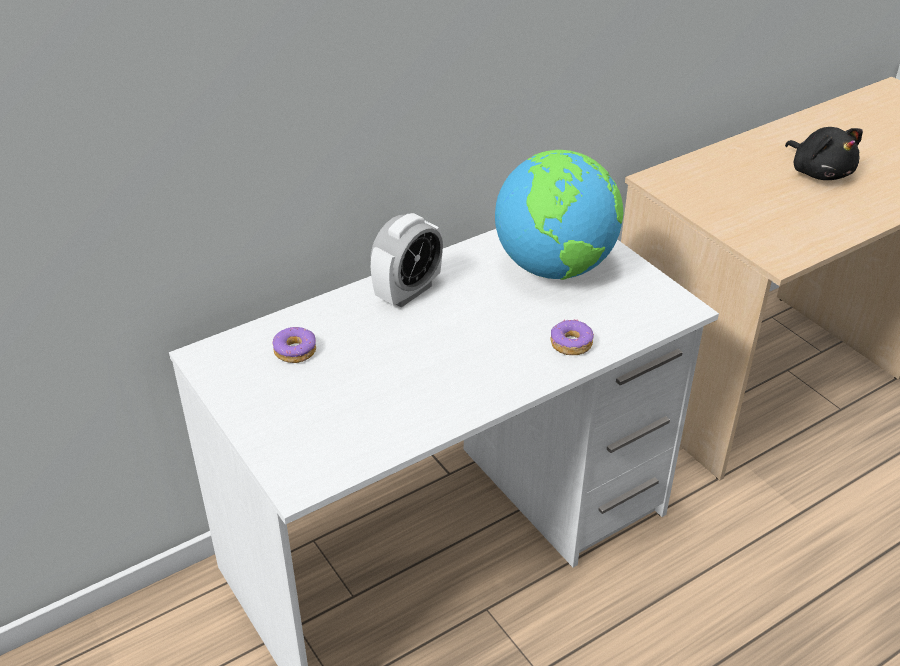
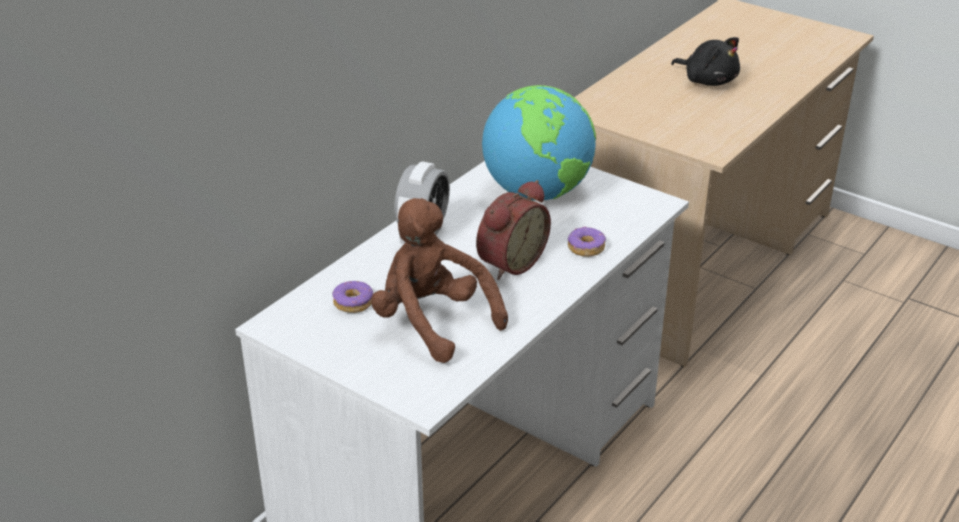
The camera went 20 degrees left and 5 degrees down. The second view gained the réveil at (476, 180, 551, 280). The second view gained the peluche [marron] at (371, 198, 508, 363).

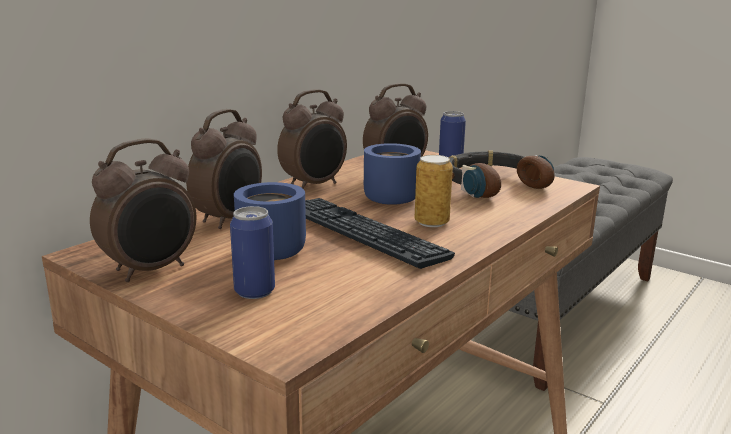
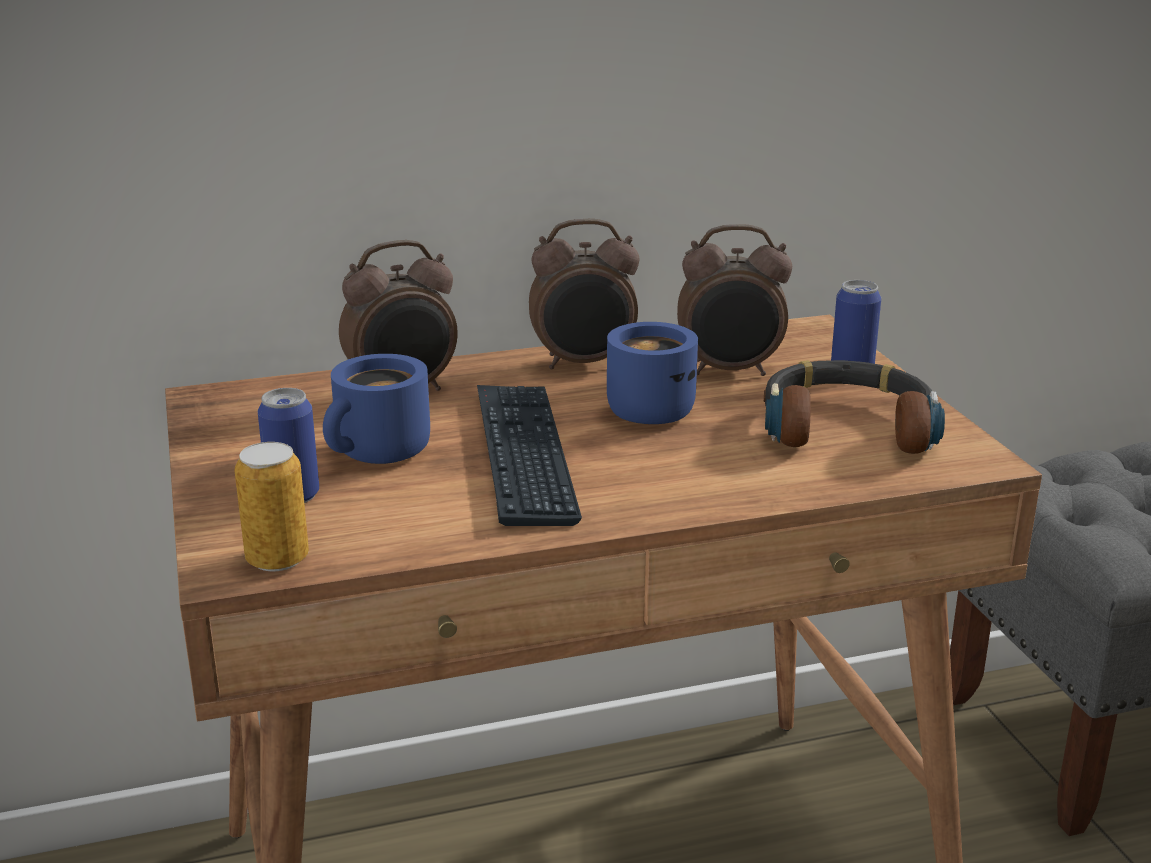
The camera went 35 degrees right and 5 degrees up. The second view lost the réveil at (90, 138, 196, 282). The boîte métallique ended up elsewhere, having gone from (415, 155, 453, 227) to (235, 442, 309, 571).

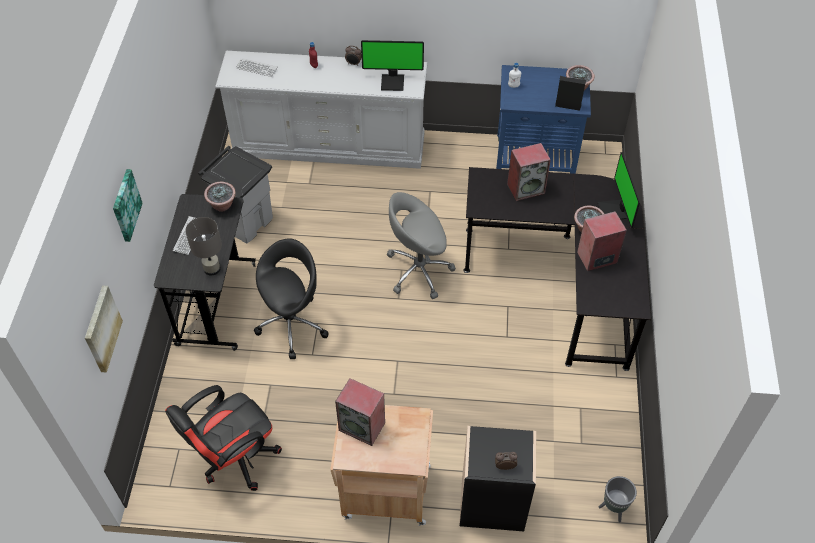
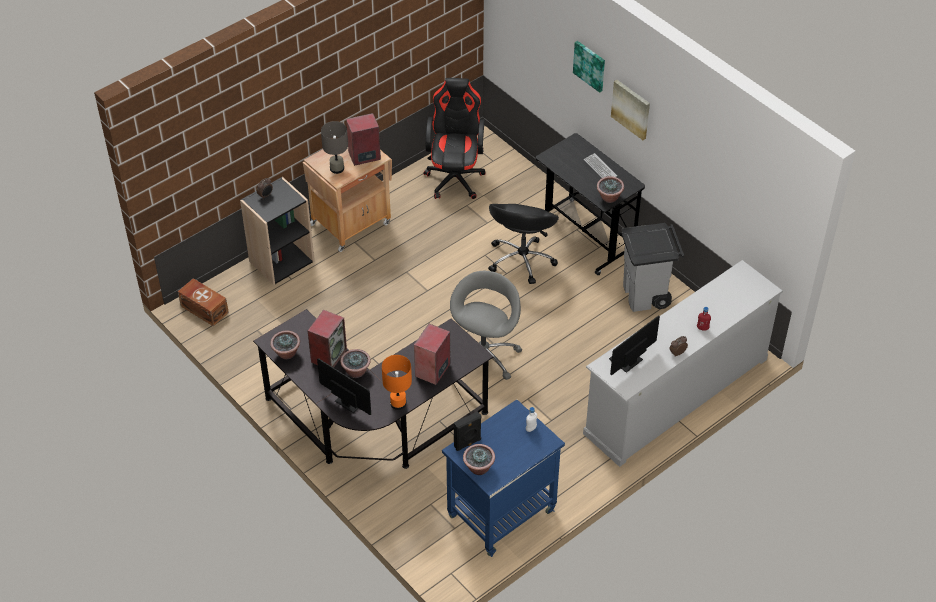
The camera went 135 degrees right and 5 degrees down. The second view lost the clavier at (236, 58, 278, 77). The lampe de table [gris] ended up elsewhere, having gone from (186, 217, 222, 275) to (321, 121, 348, 174). The tableau ended up elsewhere, having gone from (85, 285, 123, 373) to (611, 80, 650, 140). Where the cache-pot [gris] stood at (598, 476, 637, 522), the boîte de rangement [marron] came to stand at (178, 278, 229, 326). The second view gained the plante en pot at (270, 330, 300, 359). The second view gained the lampe de table [orange] at (382, 355, 412, 410).

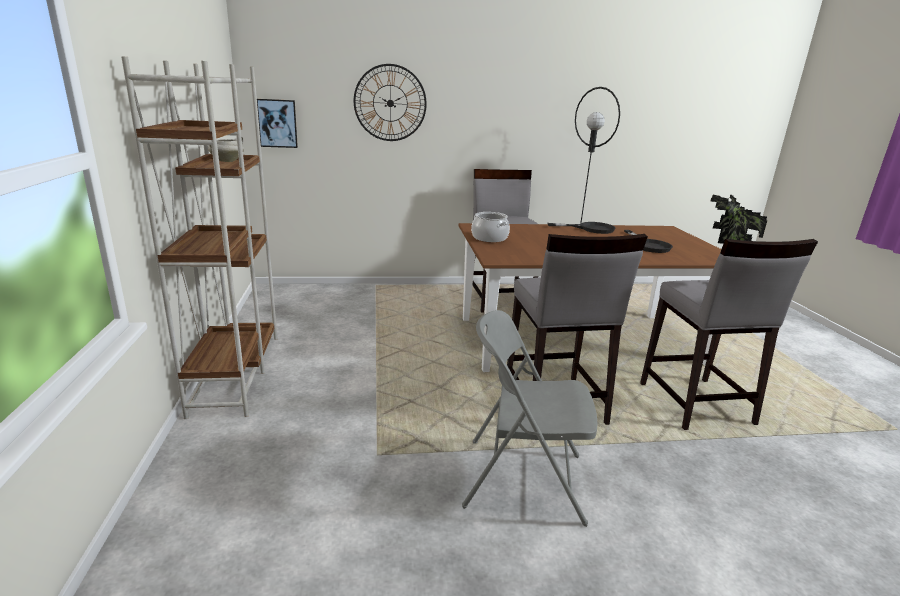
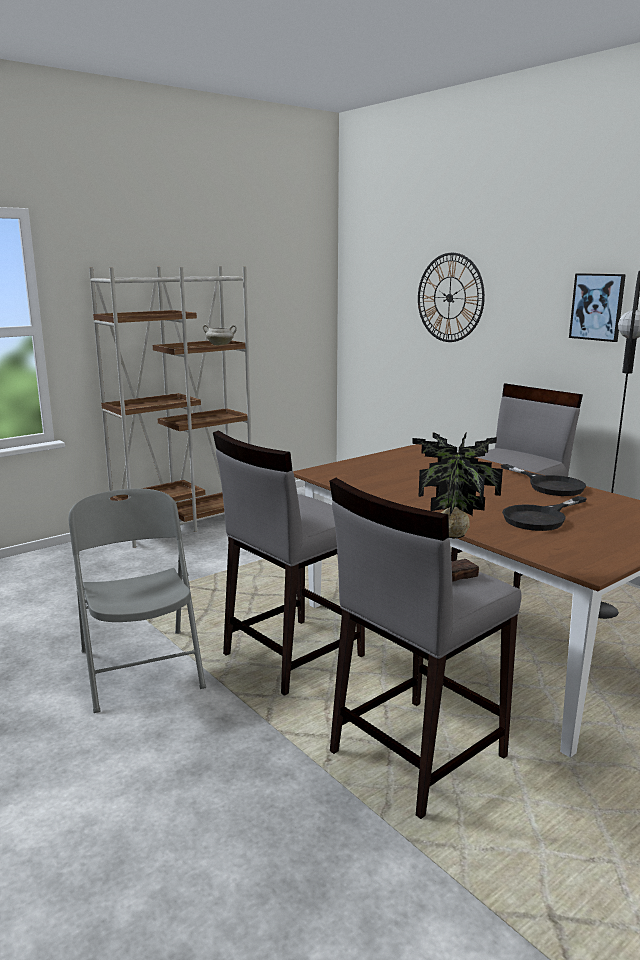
The camera went 60 degrees right and 5 degrees down. The tableau ended up elsewhere, having gone from (257, 99, 298, 148) to (569, 273, 626, 342). The second view lost the marmite at (471, 212, 510, 242).

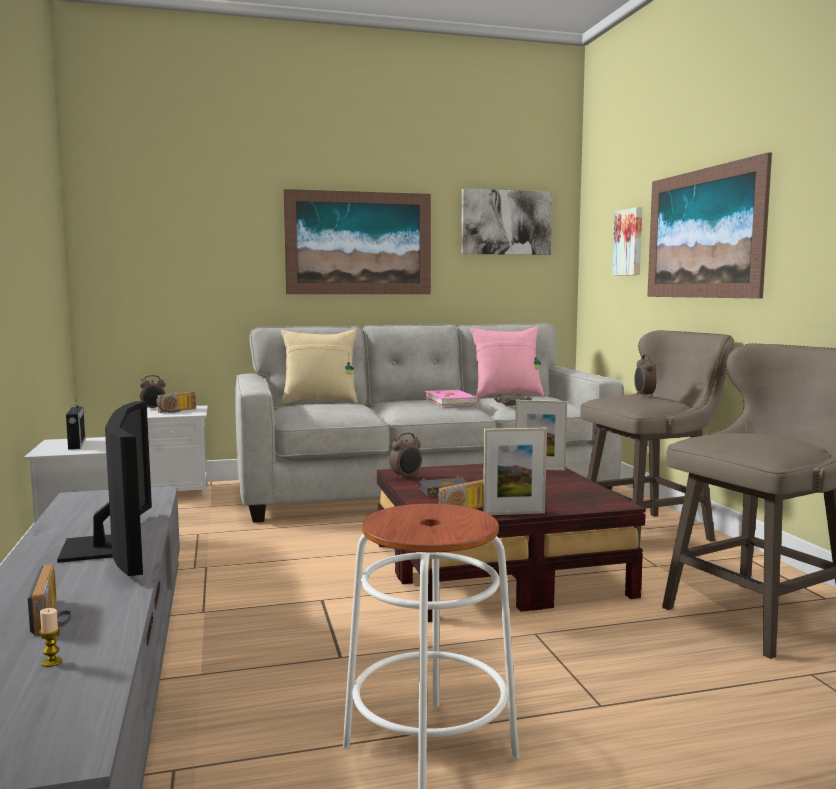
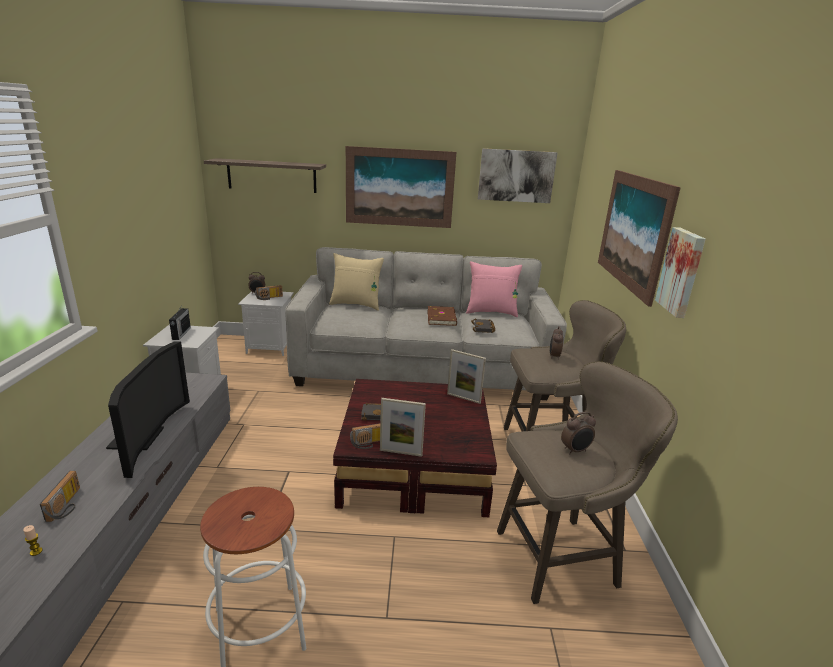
The camera went 15 degrees right and 15 degrees up. The tableau ended up elsewhere, having gone from (612, 207, 643, 276) to (655, 227, 706, 318). What was the livre [rose] at (425, 389, 479, 406) turned into the livre [marron] at (427, 306, 457, 326). The réveil ended up elsewhere, having gone from (389, 433, 422, 480) to (561, 412, 596, 455). The second view gained the étagère at (204, 158, 326, 193).

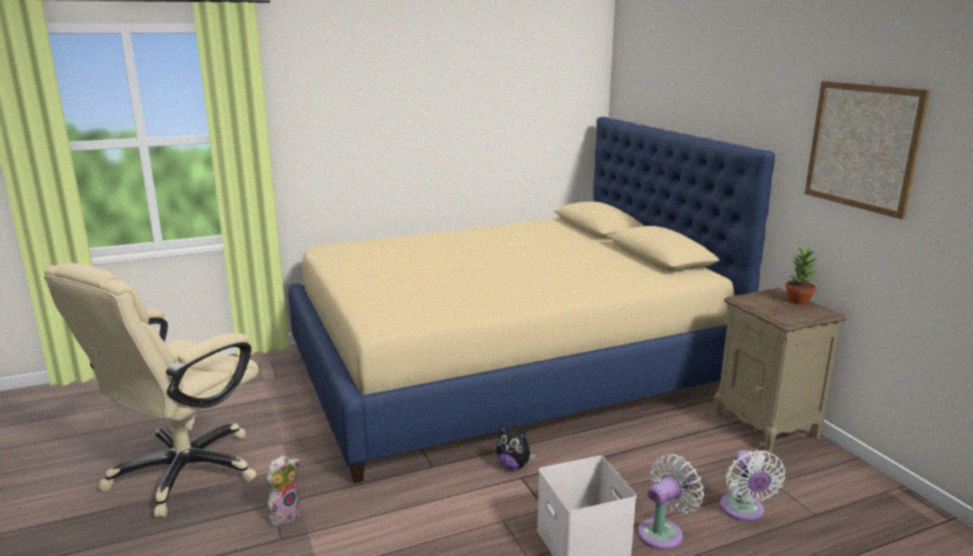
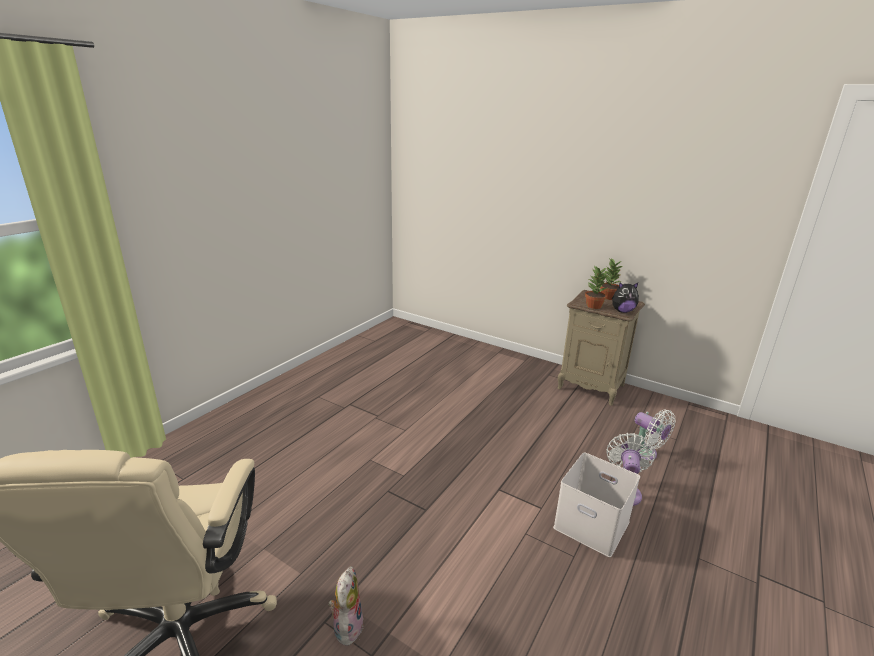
The camera went 35 degrees left and 5 degrees up. The second view lost the tableau at (805, 81, 930, 219). The second view lost the lit [beige] at (288, 117, 775, 483). The peluche ended up elsewhere, having gone from (496, 425, 536, 469) to (612, 282, 639, 313). The second view gained the plante en pot at (585, 265, 608, 309).

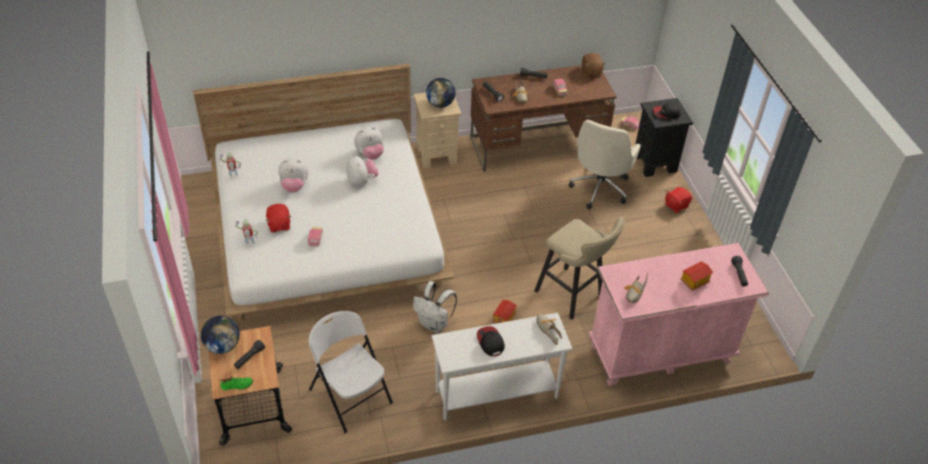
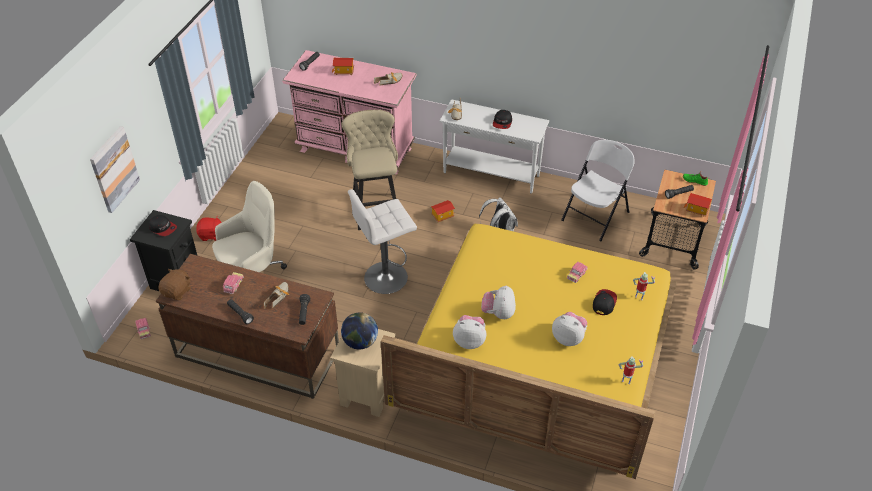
The camera went 145 degrees left and 0 degrees up. What was the lit [blanc] at (193, 63, 454, 322) turned into the lit [jaune] at (381, 224, 677, 479). Where the peluche [rouge] stood at (266, 204, 291, 232), the casquette came to stand at (593, 289, 617, 315). The chaise [blanc] at (309, 311, 393, 433) ended up facing another way, 135 degrees counterclockwise from before. Where the globe stood at (201, 316, 240, 354), the maison miniature came to stand at (684, 193, 712, 217). The second view gained the tableau at (90, 126, 140, 213). The second view gained the tabouret [blanc] at (348, 189, 417, 294).

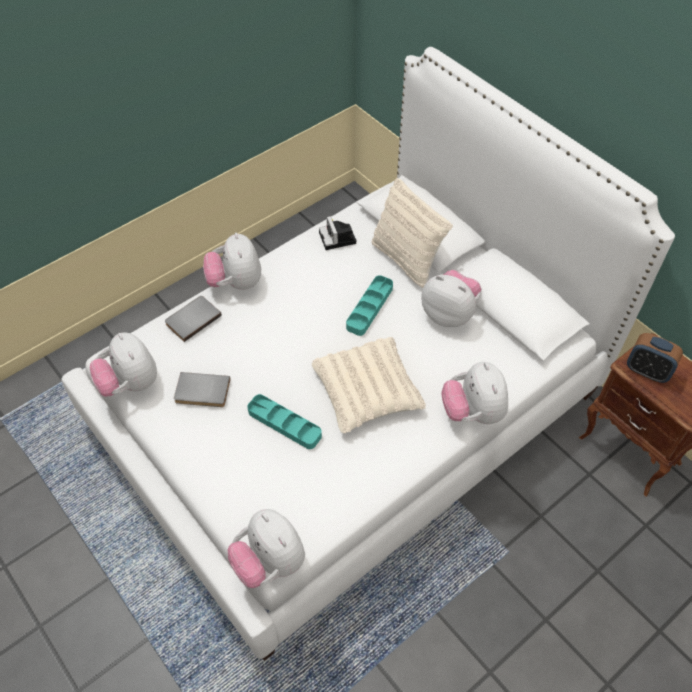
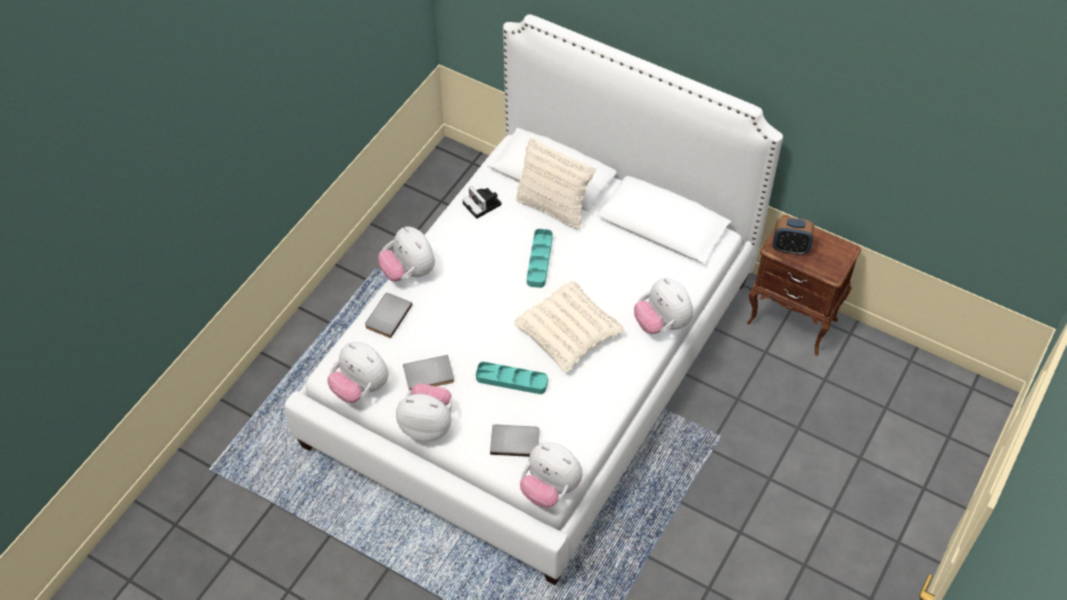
The camera went 20 degrees left and 0 degrees up. The peluche ended up elsewhere, having gone from (421, 270, 481, 327) to (396, 383, 452, 442). The second view gained the livre [gris] at (490, 425, 540, 457).

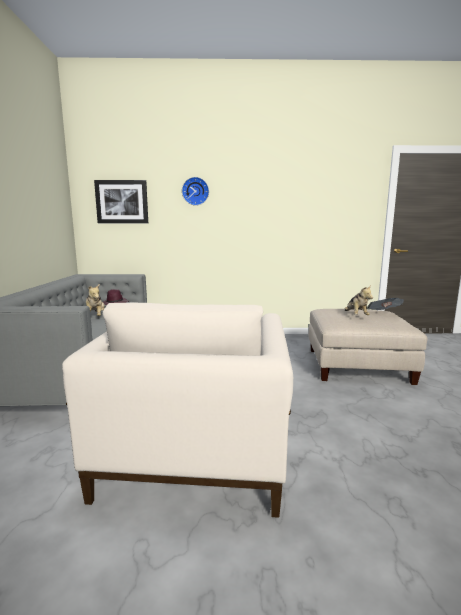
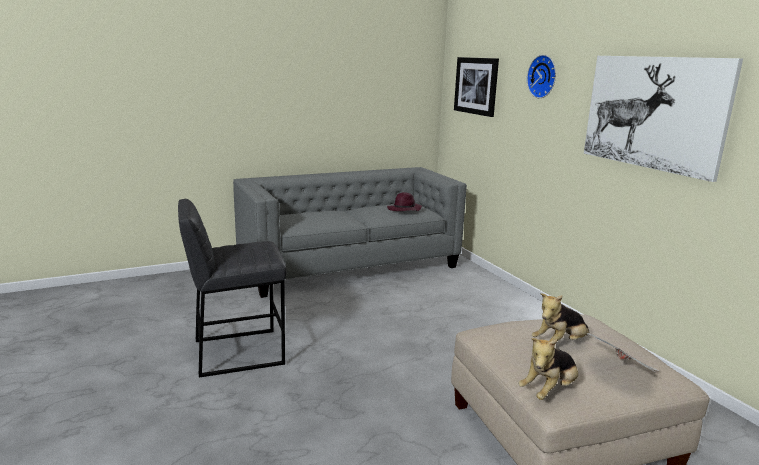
The camera went 65 degrees right and 5 degrees up. The peluche ended up elsewhere, having gone from (86, 284, 105, 316) to (518, 338, 578, 400). Where the fauteuil [beige] stood at (62, 303, 293, 518), the tabouret [gris] came to stand at (178, 199, 287, 378). The second view gained the tableau at (584, 56, 743, 182).

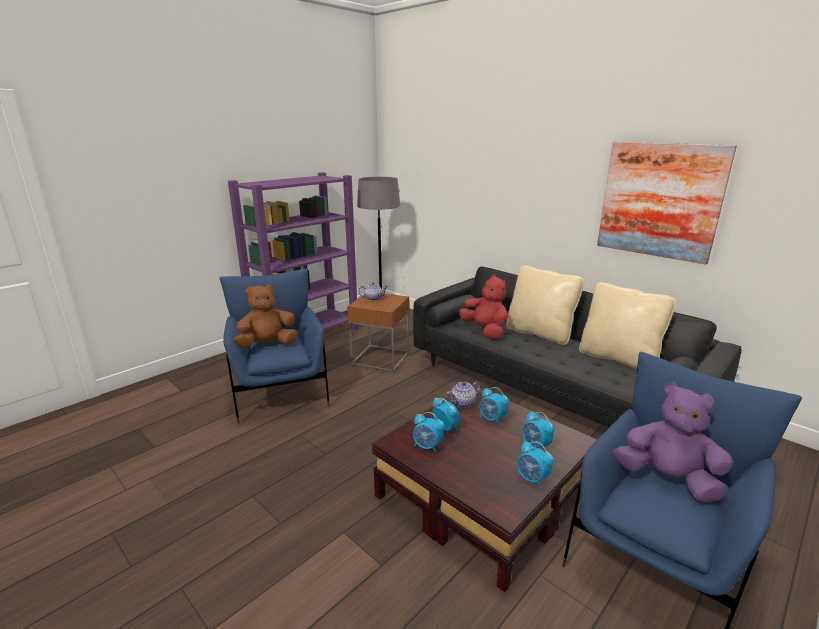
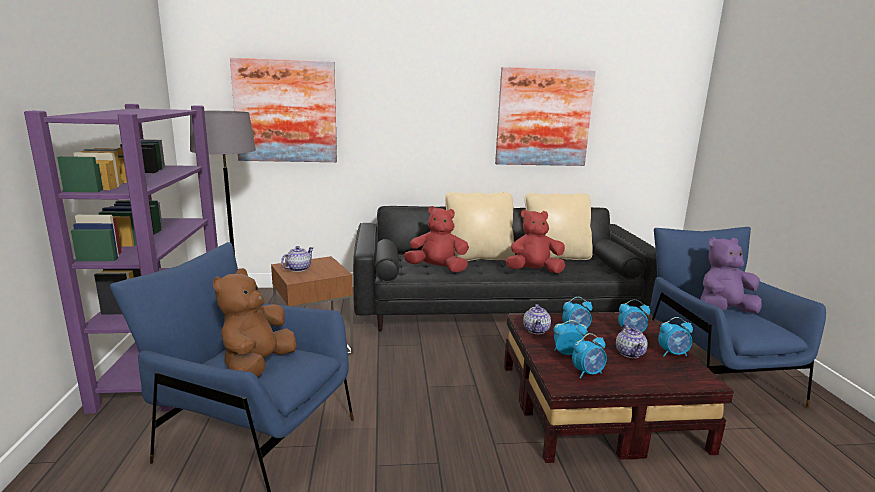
The camera went 50 degrees left and 5 degrees down. The second view gained the tableau at (230, 58, 337, 162). The second view gained the peluche [rouge] at (506, 209, 565, 273). The second view gained the théière at (616, 324, 648, 358).

